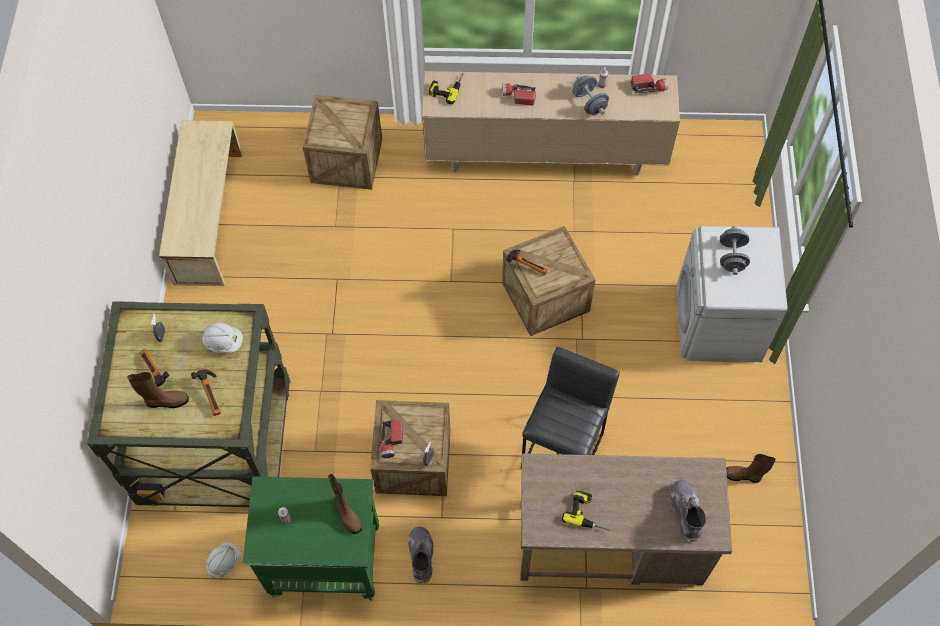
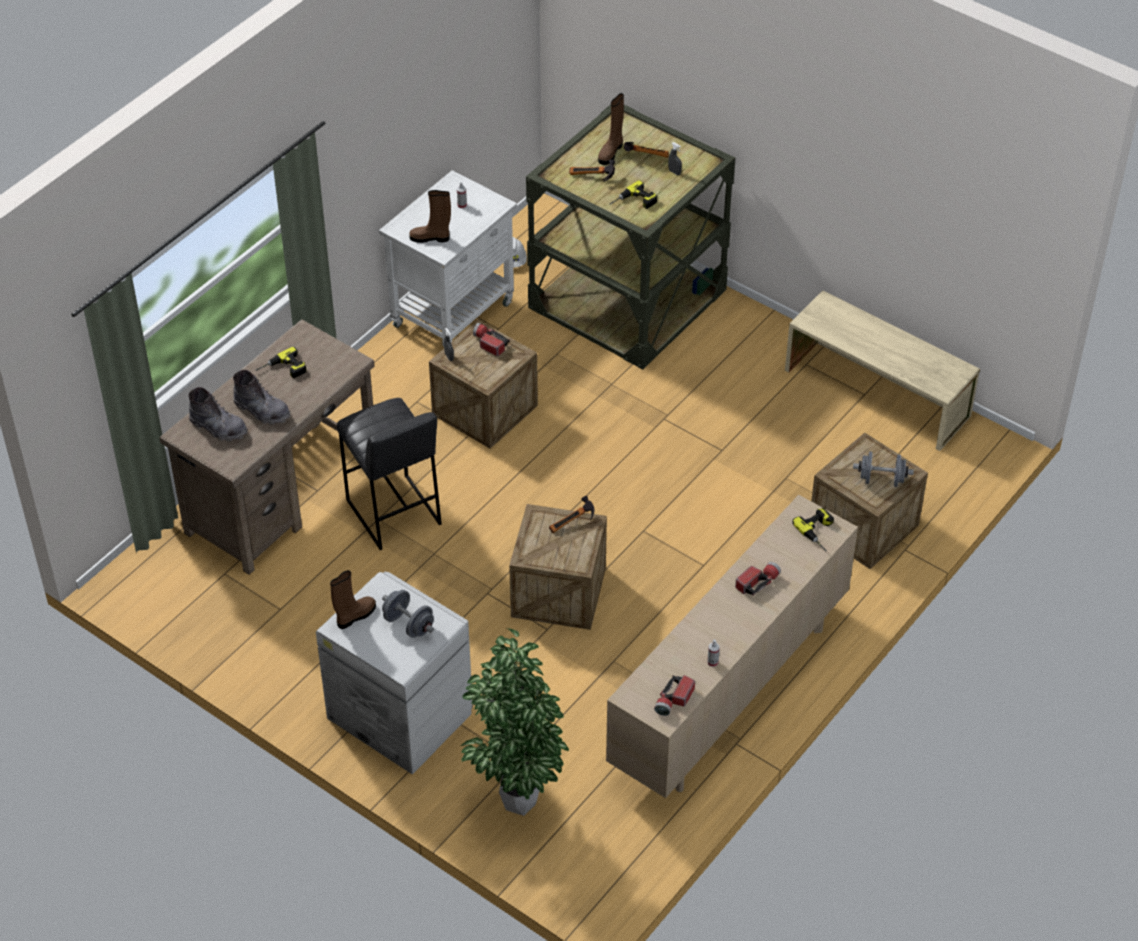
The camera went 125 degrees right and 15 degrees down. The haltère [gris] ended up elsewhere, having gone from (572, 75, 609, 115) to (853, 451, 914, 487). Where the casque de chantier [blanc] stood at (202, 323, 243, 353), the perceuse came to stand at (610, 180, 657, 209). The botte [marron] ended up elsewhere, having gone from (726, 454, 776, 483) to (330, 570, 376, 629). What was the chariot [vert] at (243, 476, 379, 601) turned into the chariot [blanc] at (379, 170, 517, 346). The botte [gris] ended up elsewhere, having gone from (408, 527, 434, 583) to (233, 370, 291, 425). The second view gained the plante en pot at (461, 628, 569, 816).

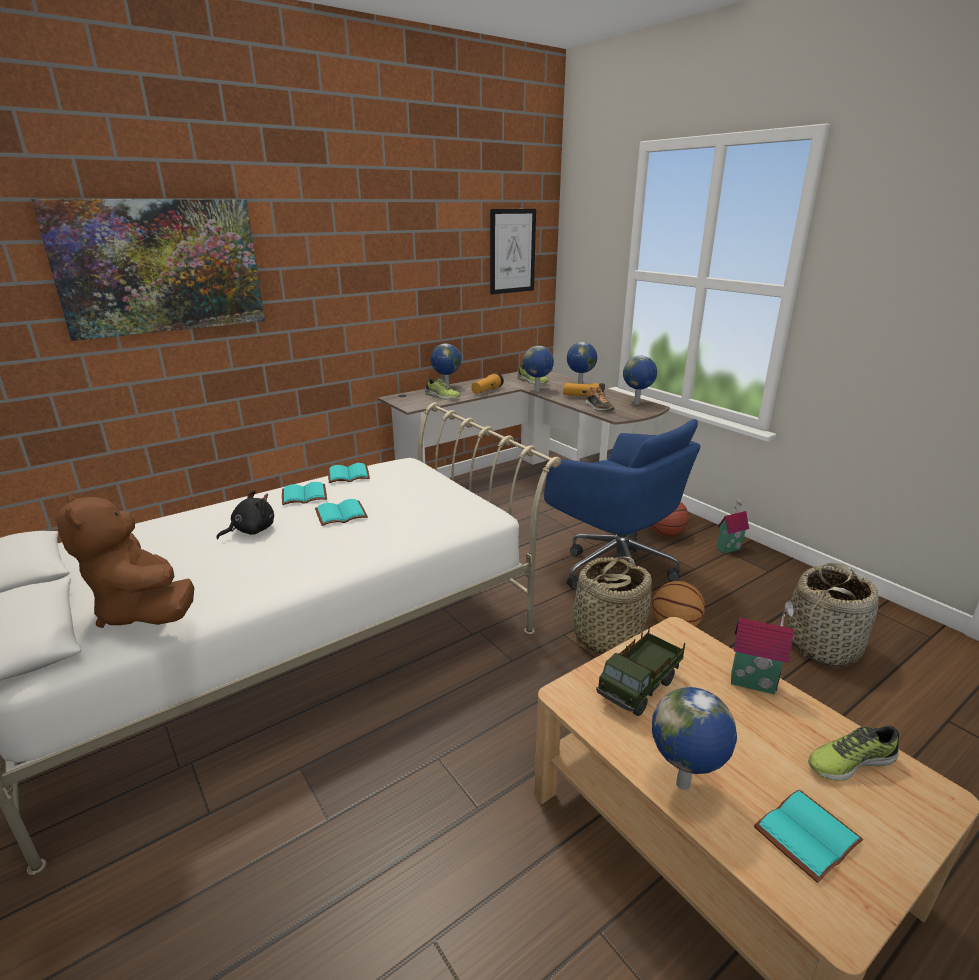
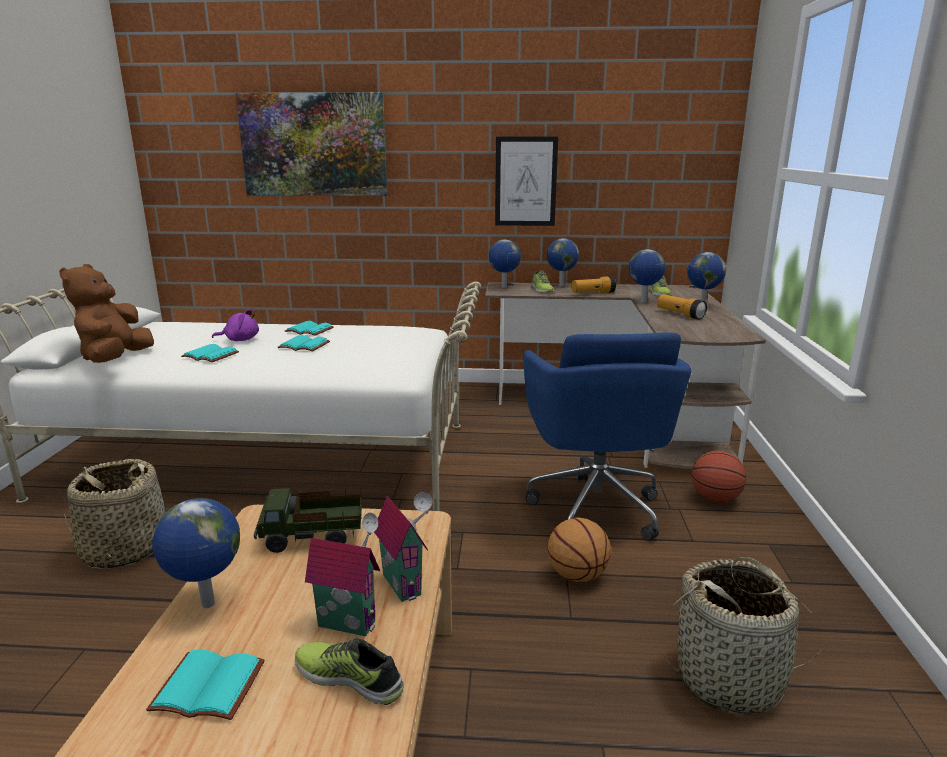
The camera went 40 degrees right and 5 degrees down. The tableau ended up elsewhere, having gone from (490, 209, 536, 295) to (495, 137, 558, 226). The globe ended up elsewhere, having gone from (623, 356, 657, 405) to (489, 239, 521, 288). The second view lost the chaussure at (586, 387, 615, 411). The livre [turquoise] ended up elsewhere, having gone from (328, 463, 370, 483) to (181, 344, 239, 362). What was the peluche [noir] at (216, 490, 274, 539) turned into the peluche [violet] at (212, 309, 259, 341). The maison miniature ended up elsewhere, having gone from (717, 498, 749, 554) to (305, 512, 380, 636). The panier ended up elsewhere, having gone from (567, 557, 652, 654) to (64, 459, 165, 569).

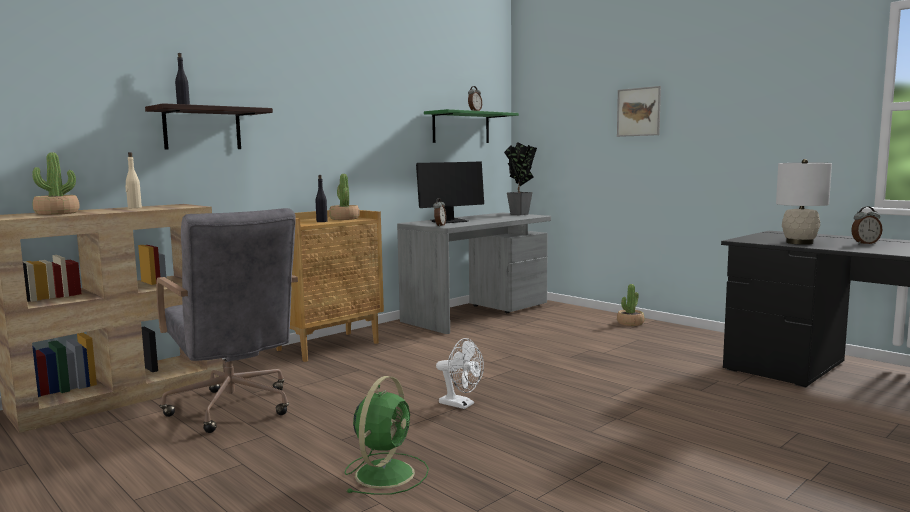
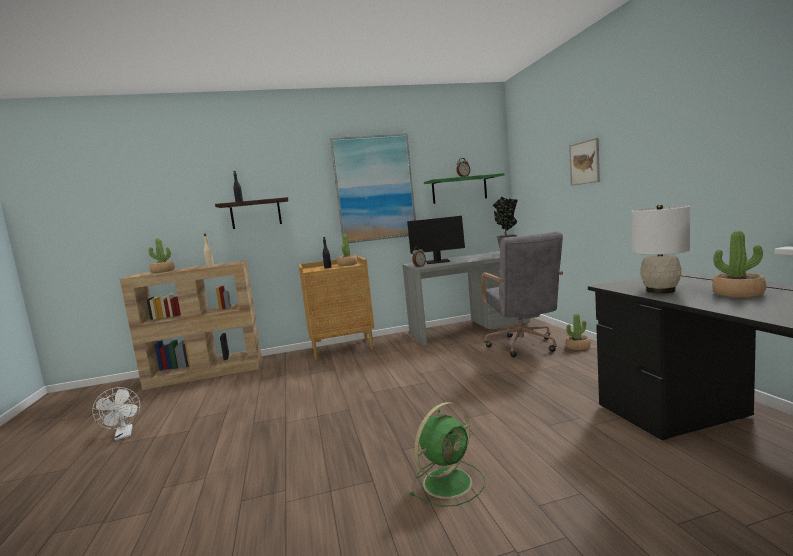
The camera went 30 degrees right and 0 degrees up. Where the réveil stood at (851, 206, 882, 244), the plante en pot came to stand at (712, 231, 766, 298). The chaise de bureau [gris] ended up elsewhere, having gone from (156, 208, 298, 433) to (482, 232, 563, 357). The ventilateur [blanc] ended up elsewhere, having gone from (436, 338, 484, 409) to (92, 387, 140, 440). The ventilateur [vert] ended up elsewhere, having gone from (345, 376, 429, 495) to (410, 402, 485, 507). The second view gained the tableau at (330, 133, 416, 243).

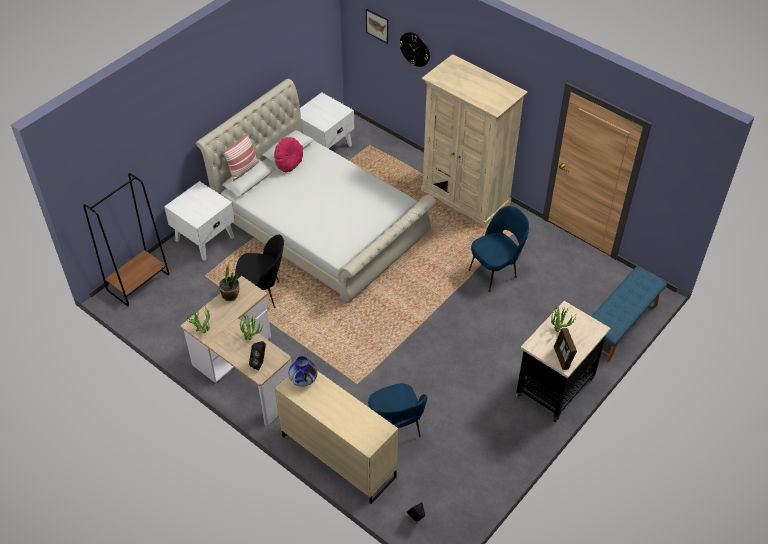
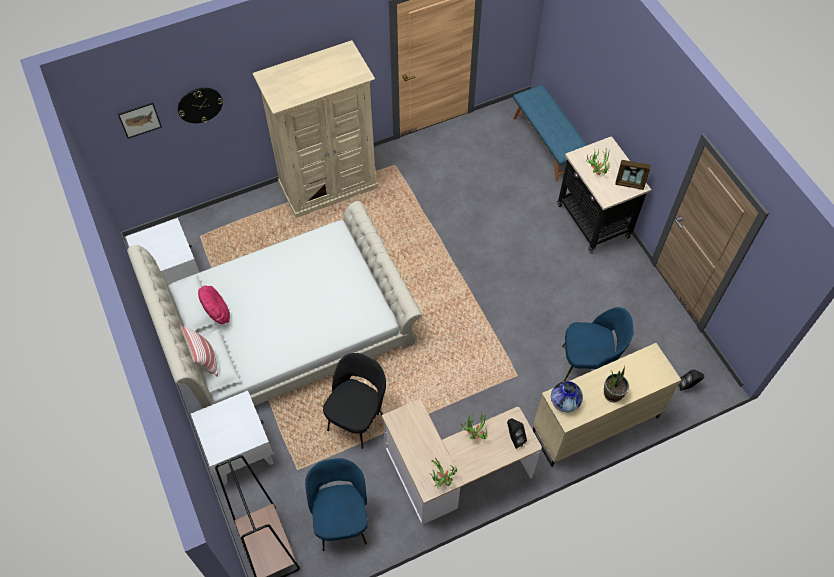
The camera went 65 degrees left and 10 degrees up. The chaise [bleu] ended up elsewhere, having gone from (468, 206, 529, 292) to (305, 458, 368, 551). The plante en pot ended up elsewhere, having gone from (219, 264, 239, 301) to (604, 366, 629, 403).

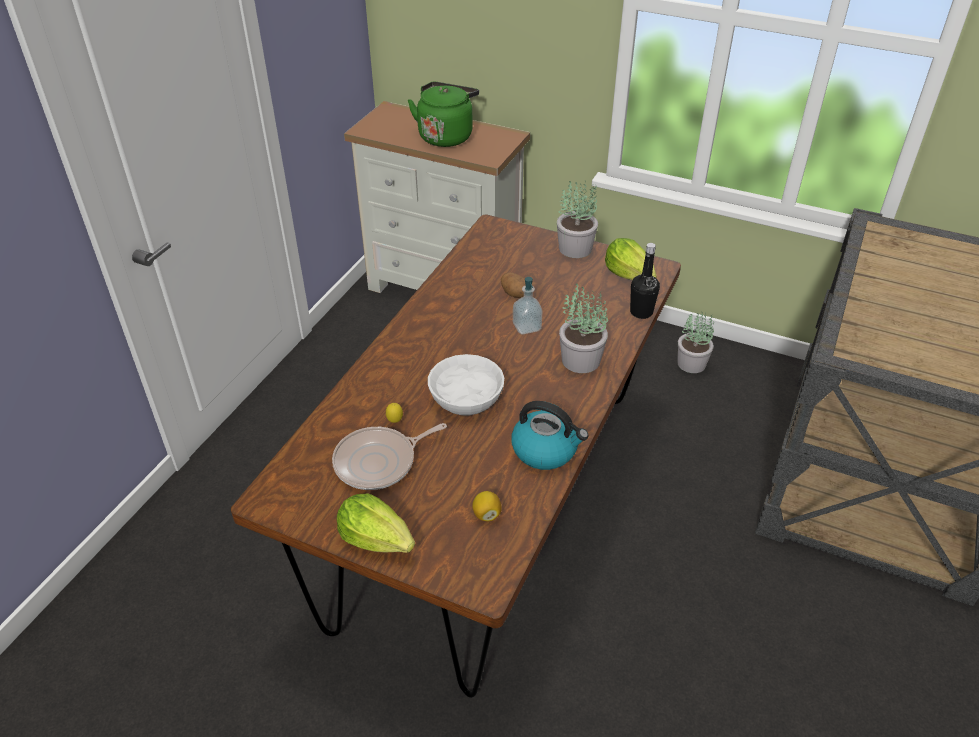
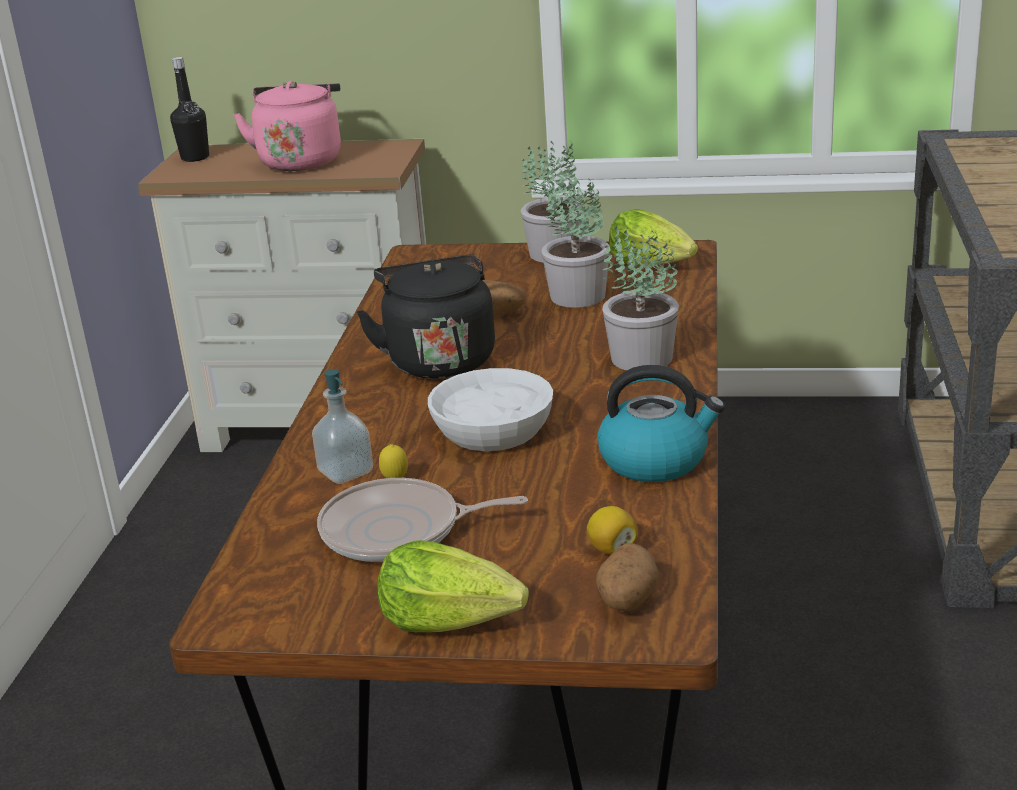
The camera went 15 degrees left and 15 degrees down. What was the bouilloire [vert] at (408, 82, 479, 147) turned into the bouilloire [rose] at (233, 81, 341, 171). The bouteille [noir] ended up elsewhere, having gone from (630, 243, 660, 319) to (170, 57, 209, 162). The distributeur de savon ended up elsewhere, having gone from (513, 277, 542, 335) to (312, 369, 373, 484). The plante en pot ended up elsewhere, having gone from (677, 312, 714, 373) to (541, 178, 610, 308). The poêle at (332, 423, 447, 490) ended up facing another way, 45 degrees clockwise from before. The second view gained the bouilloire [noir] at (357, 254, 495, 379). The second view gained the pomme de terre at (596, 543, 658, 611).

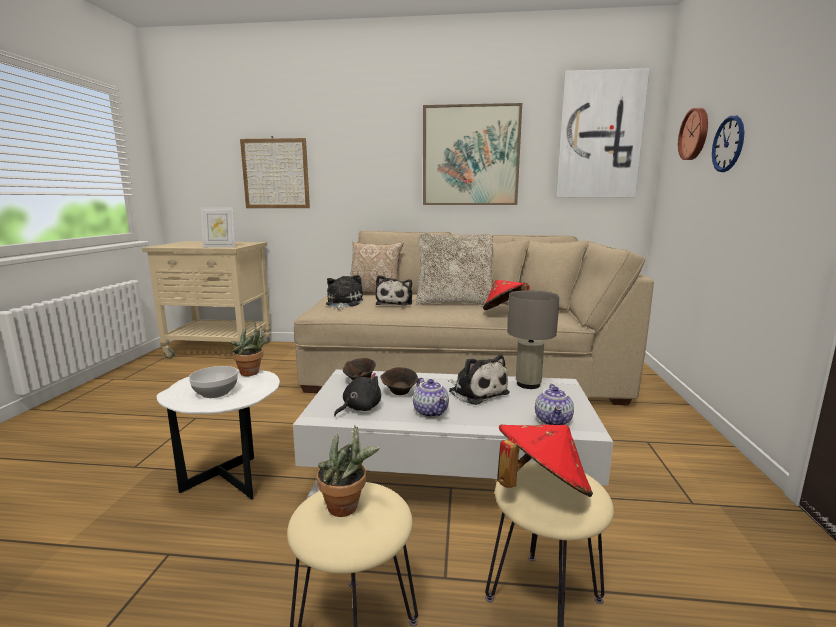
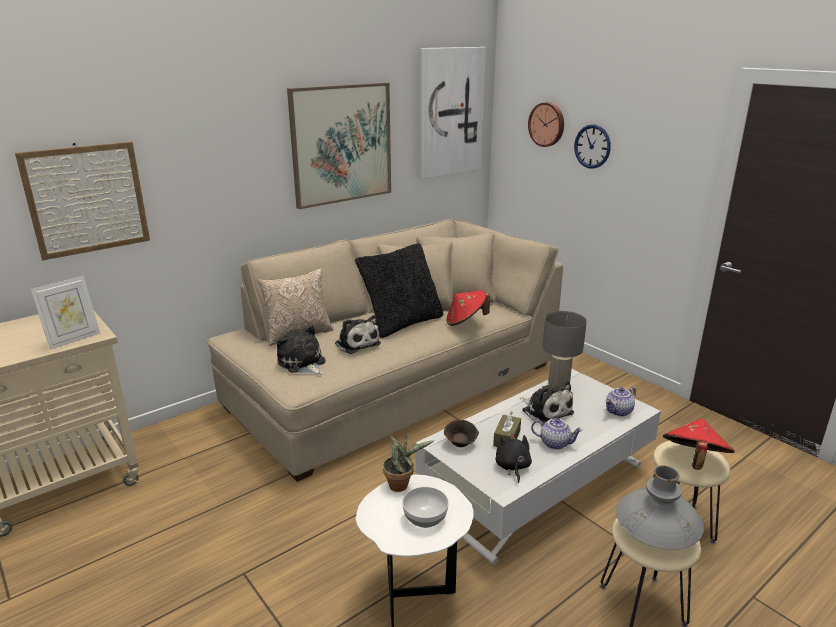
The camera went 45 degrees left and 10 degrees up. What was the coussin [beige] at (416, 233, 493, 305) turned into the coussin [noir] at (355, 243, 443, 338). The peluche at (448, 355, 510, 405) ended up facing another way, 45 degrees clockwise from before. Where the bol [marron] stood at (380, 367, 418, 395), the boîte à mouchoirs [marron] came to stand at (493, 412, 521, 447). The théière at (535, 384, 574, 425) ended up facing another way, 90 degrees clockwise from before. Where the plante en pot stood at (317, 426, 379, 517), the vase [gris] came to stand at (616, 465, 704, 550).

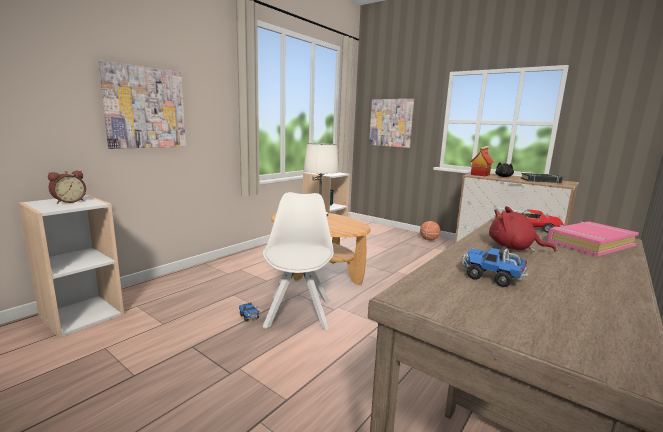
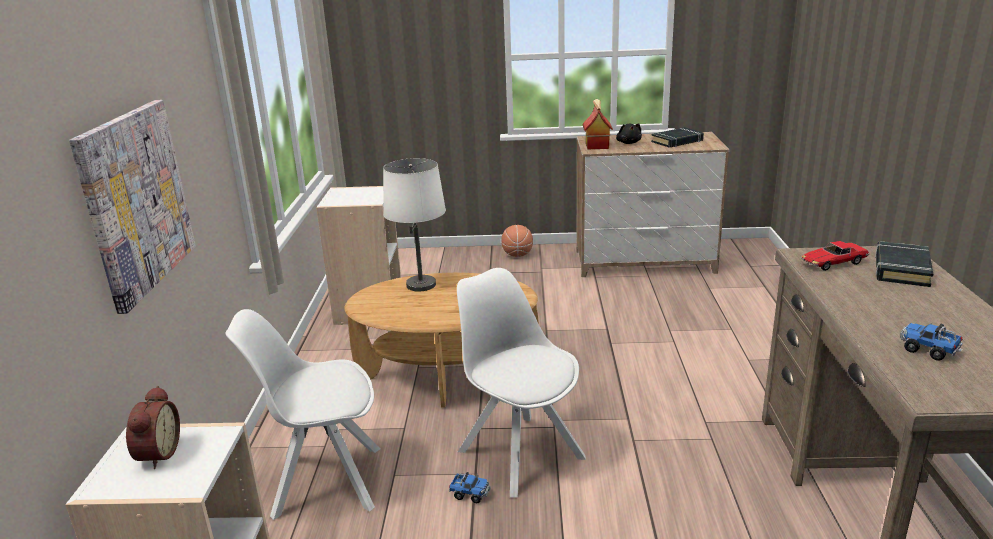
The camera went 35 degrees left and 10 degrees up. The second view lost the tableau at (369, 99, 414, 148). The second view lost the peluche [rouge] at (489, 206, 556, 252). What was the livre [rose] at (547, 221, 639, 256) turned into the livre [noir] at (875, 241, 933, 287). The camion jouet at (462, 246, 528, 287) ended up facing another way, 45 degrees clockwise from before. The second view gained the chaise [blanc] at (225, 309, 380, 520).

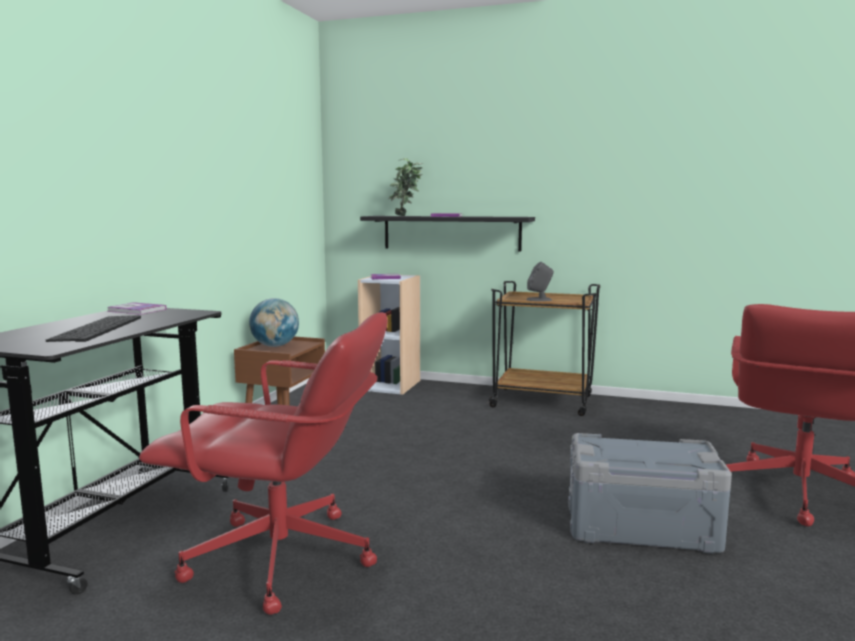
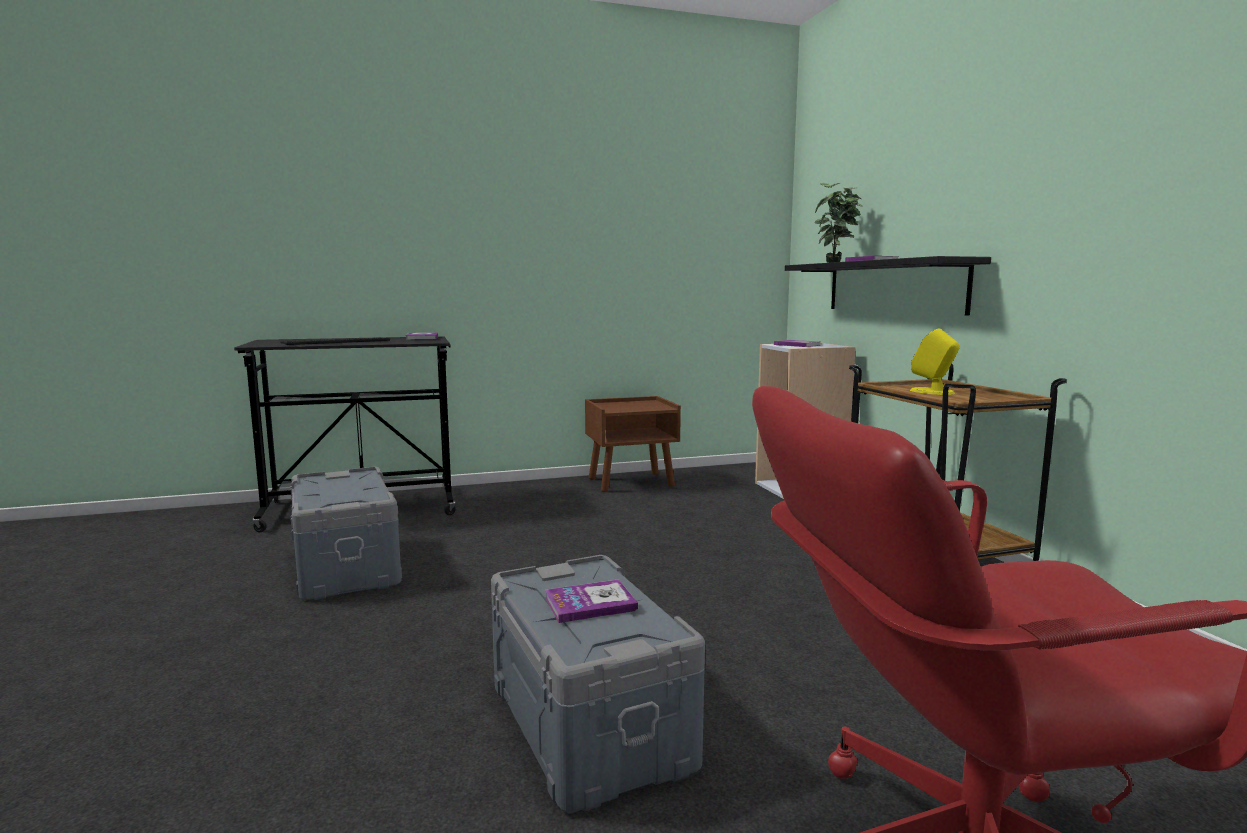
The camera went 55 degrees right and 0 degrees up. What was the enceinte [gris] at (526, 262, 554, 301) turned into the enceinte [jaune] at (910, 329, 960, 395). The second view lost the globe at (249, 298, 299, 347). Where the chaise de bureau [rouge] stood at (139, 312, 388, 615), the boîte de rangement [gris] came to stand at (291, 467, 402, 600). The second view gained the livre at (545, 579, 638, 623).

